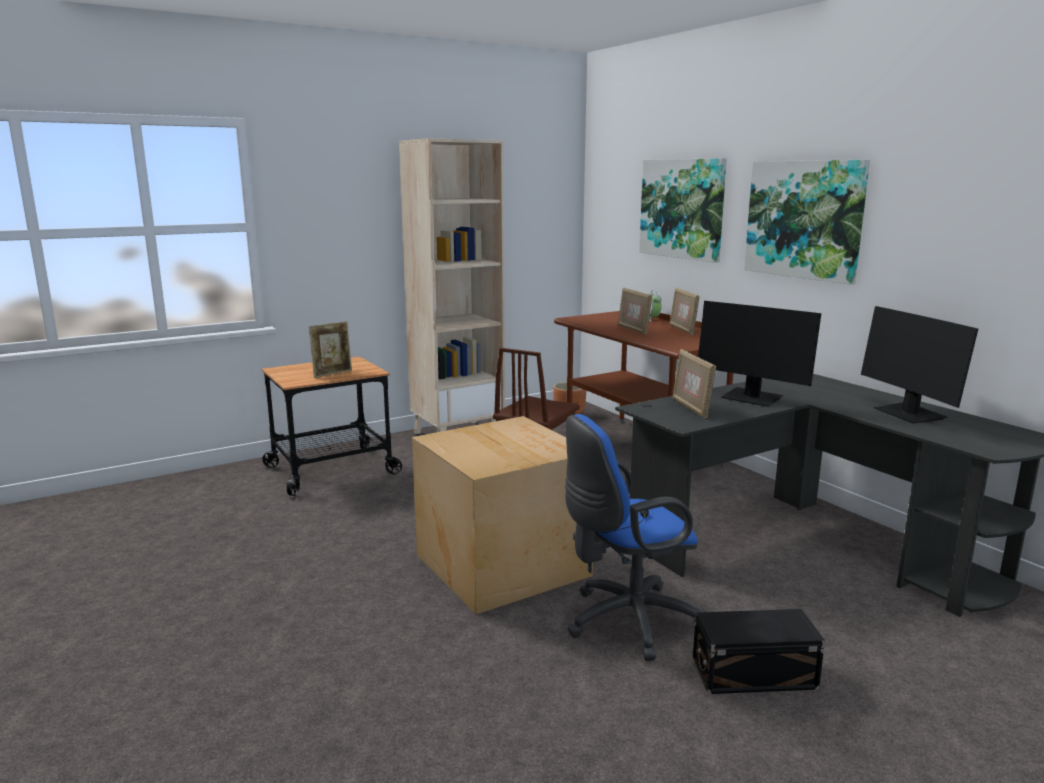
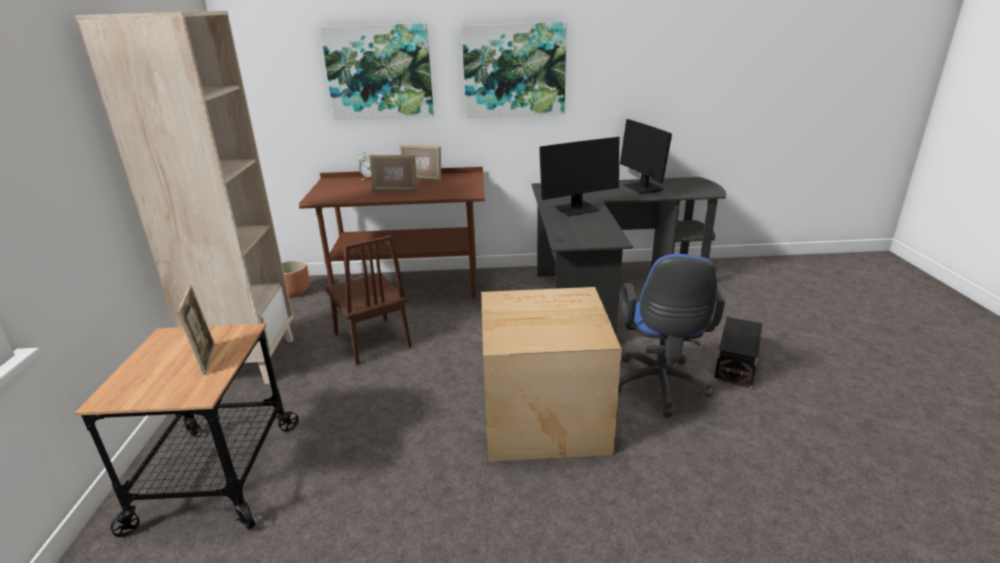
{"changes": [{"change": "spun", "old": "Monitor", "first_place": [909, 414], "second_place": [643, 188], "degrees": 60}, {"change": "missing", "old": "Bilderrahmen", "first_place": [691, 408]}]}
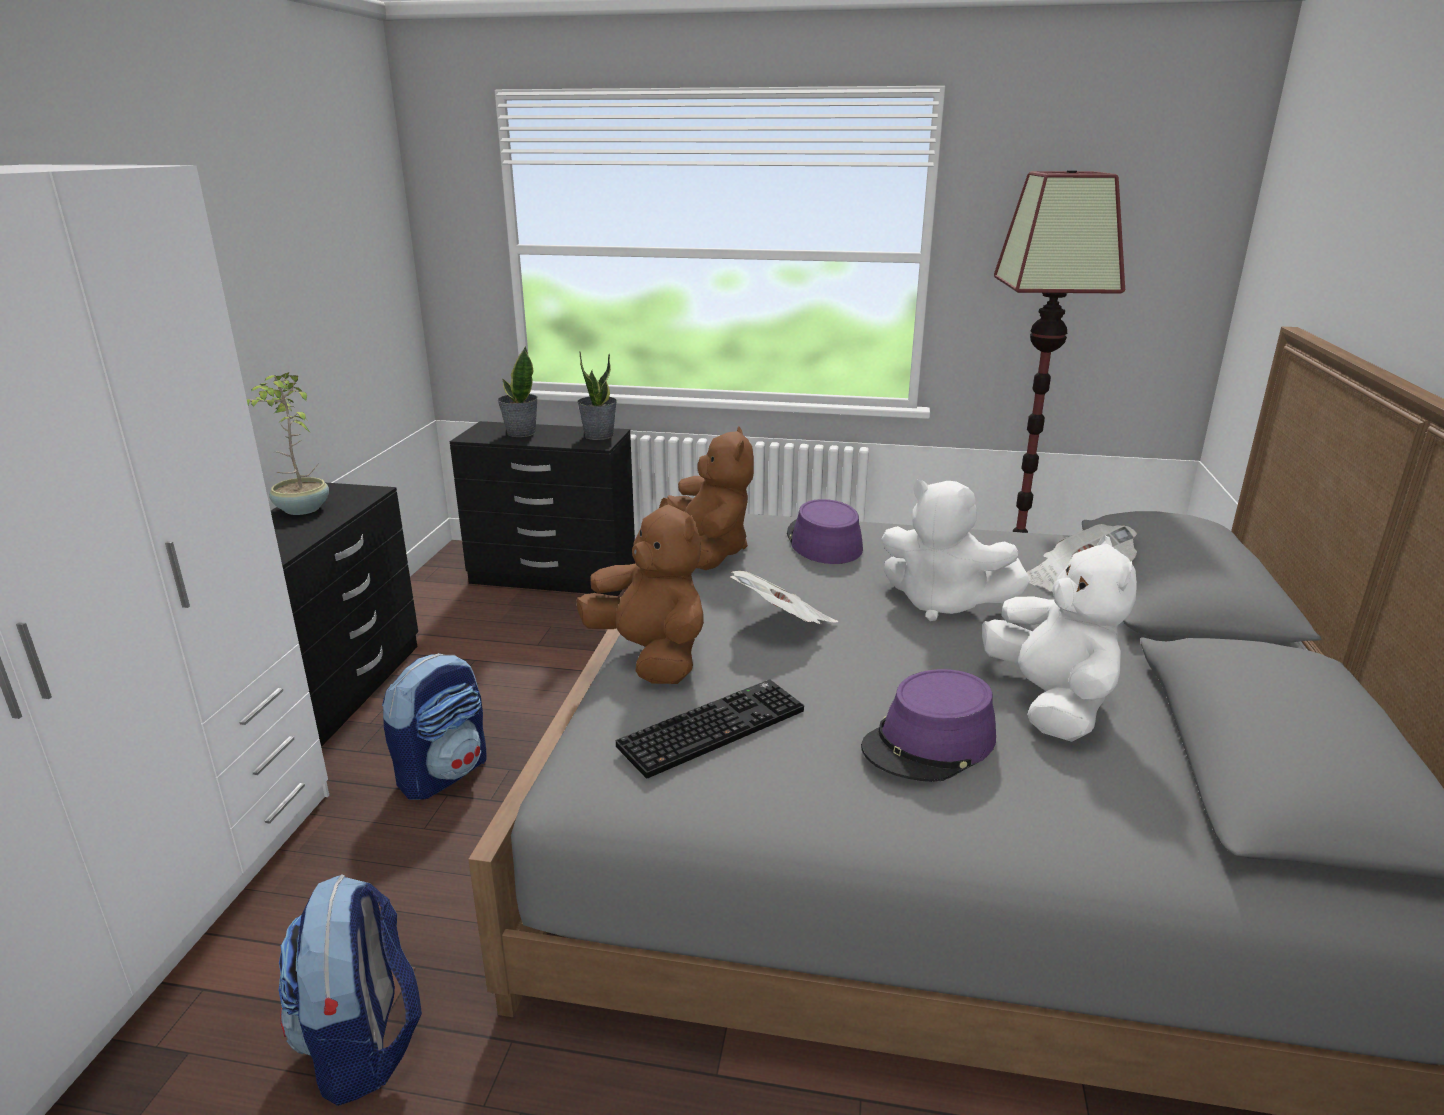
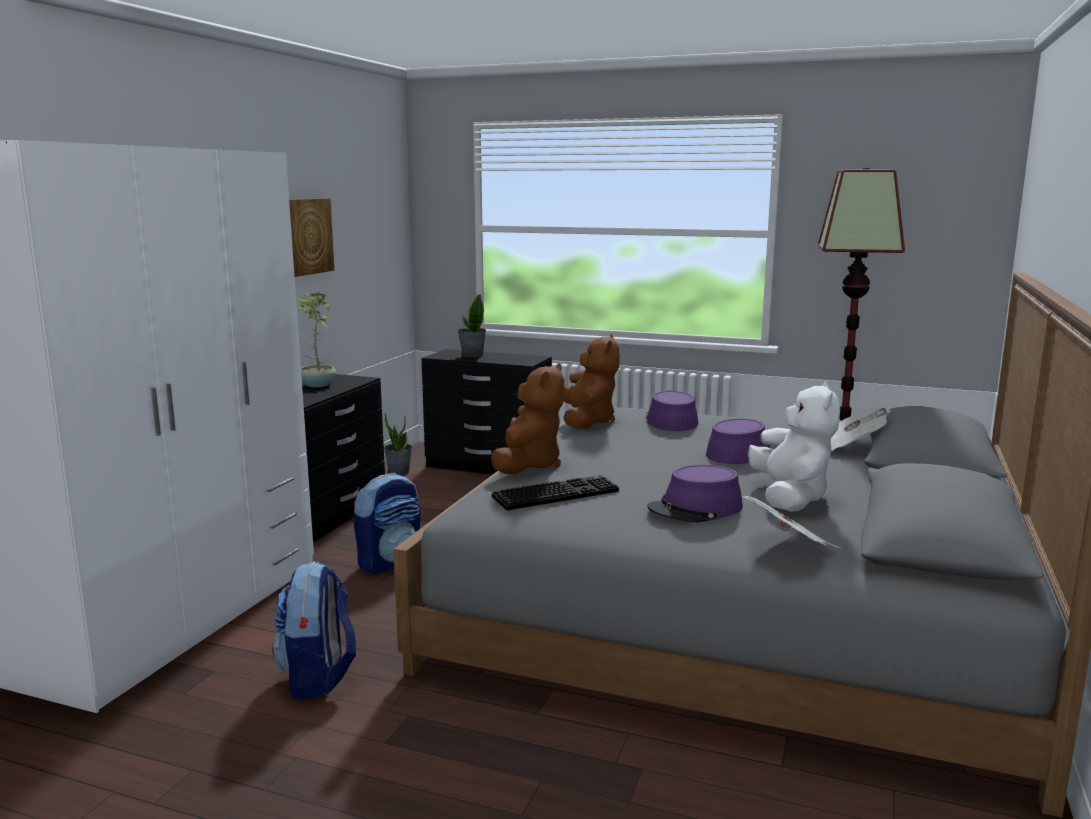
{"changes": [{"change": "relocated", "old": "Topfpflanze", "first_place": [598, 435], "second_place": [398, 471]}, {"change": "exchanged", "old": "Plüschtier (weiß)", "new": "Hut (lila)", "first_place": [942, 604], "second_place": [741, 452]}, {"change": "spun", "old": "Plüschtier (braun)", "first_place": [651, 656], "second_place": [528, 465], "degrees": 45}, {"change": "relocated", "old": "Zeitung", "first_place": [783, 624], "second_place": [789, 546]}, {"change": "appeared", "new": "Bild", "second_place": [305, 236]}]}
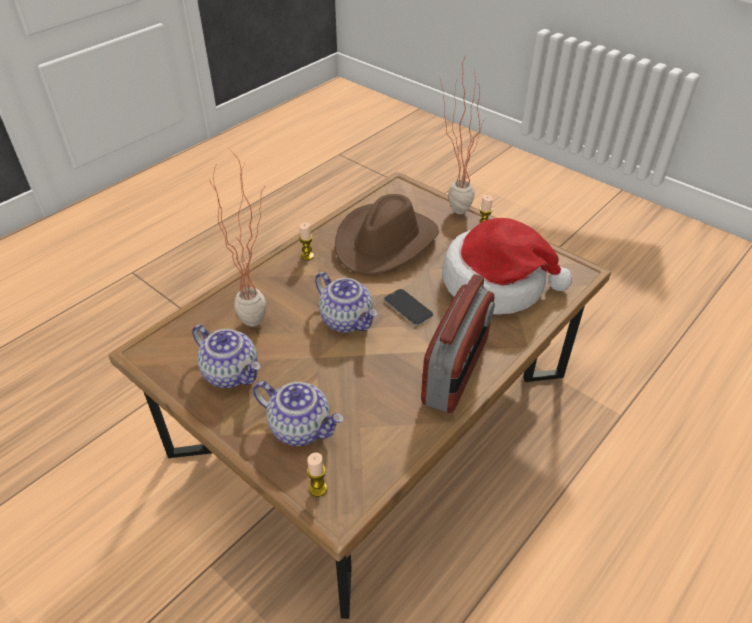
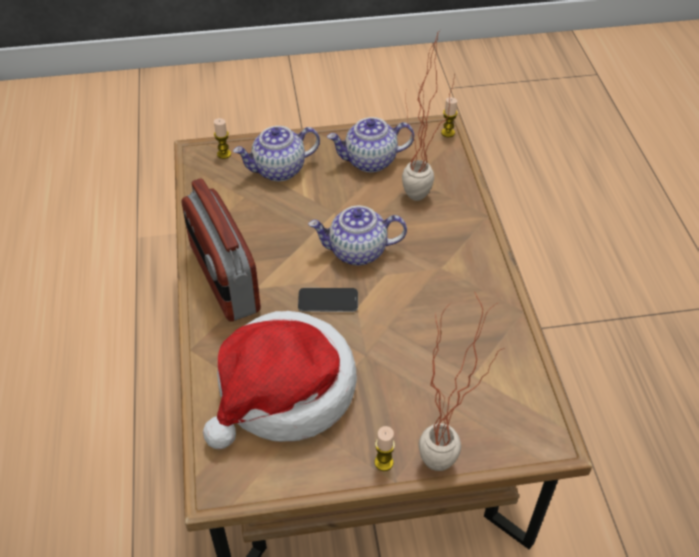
{"changes": [{"change": "missing", "old": "Hut (braun)", "first_place": [386, 242]}, {"change": "relocated", "old": "Kerze", "first_place": [307, 256], "second_place": [448, 133]}]}
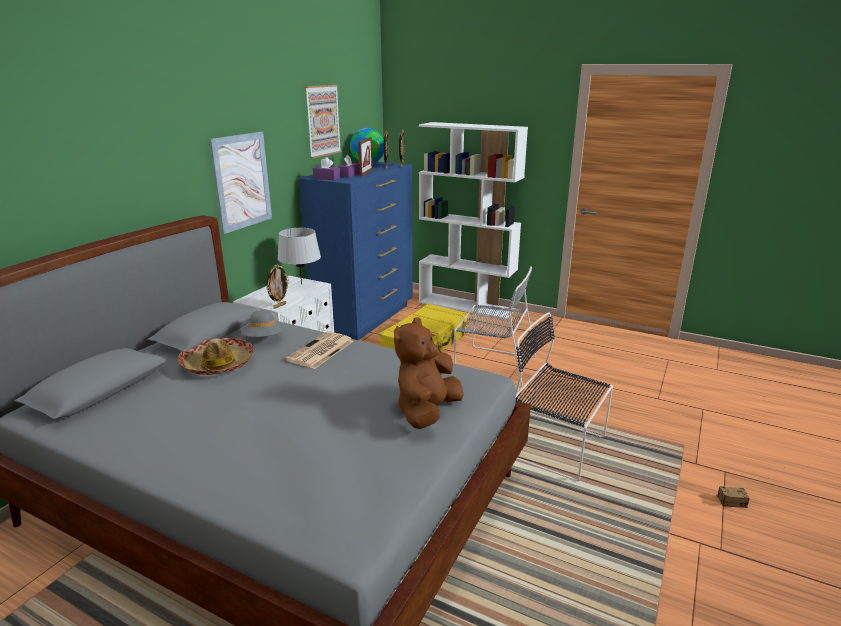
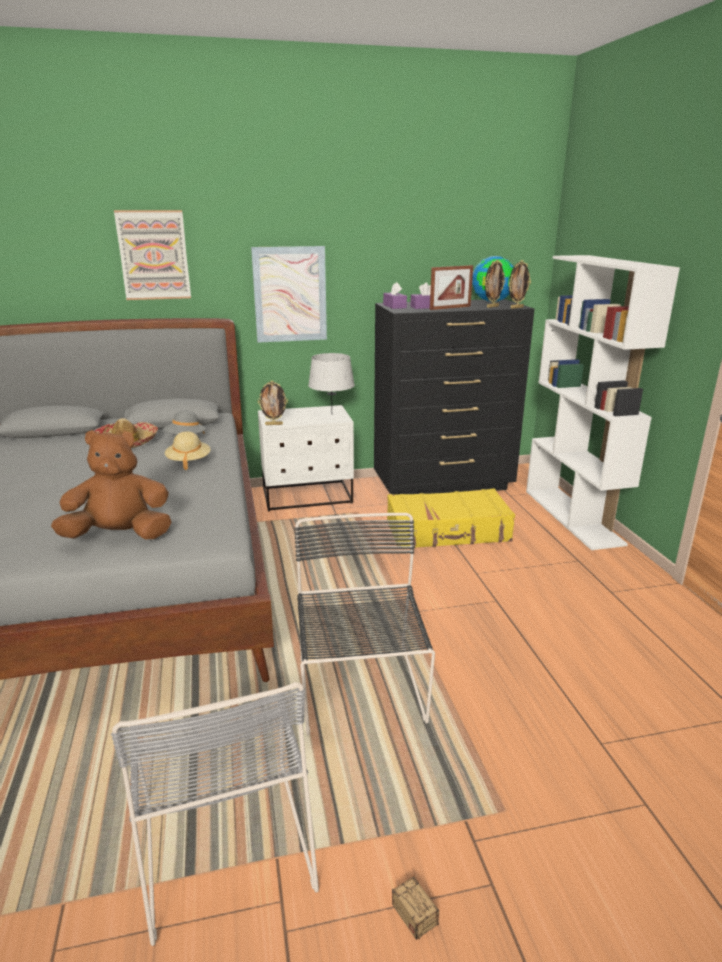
{"changes": [{"change": "relocated", "old": "Bild", "first_place": [322, 120], "second_place": [154, 255]}, {"change": "colour", "old": "Kommode (blau)", "new": "Kommode (schwarz)", "first_place": [366, 317], "second_place": [444, 484]}, {"change": "relocated", "old": "Stuhl (grau)", "first_place": [492, 365], "second_place": [225, 838]}, {"change": "exchanged", "old": "Zeitung", "new": "Hut (beige)", "first_place": [320, 351], "second_place": [188, 461]}]}
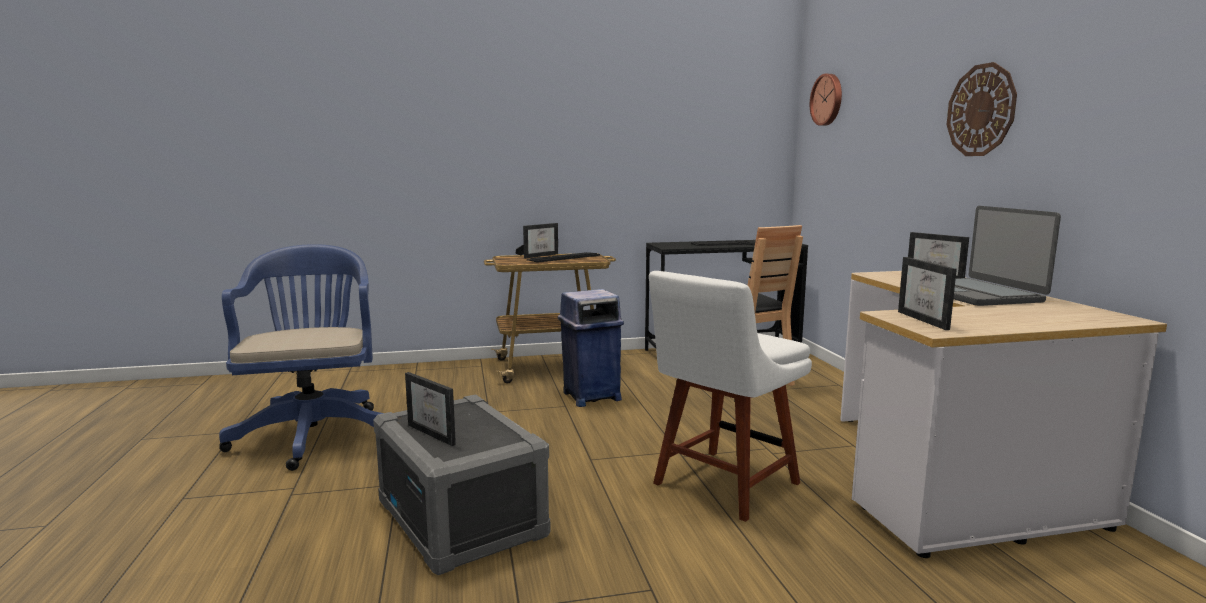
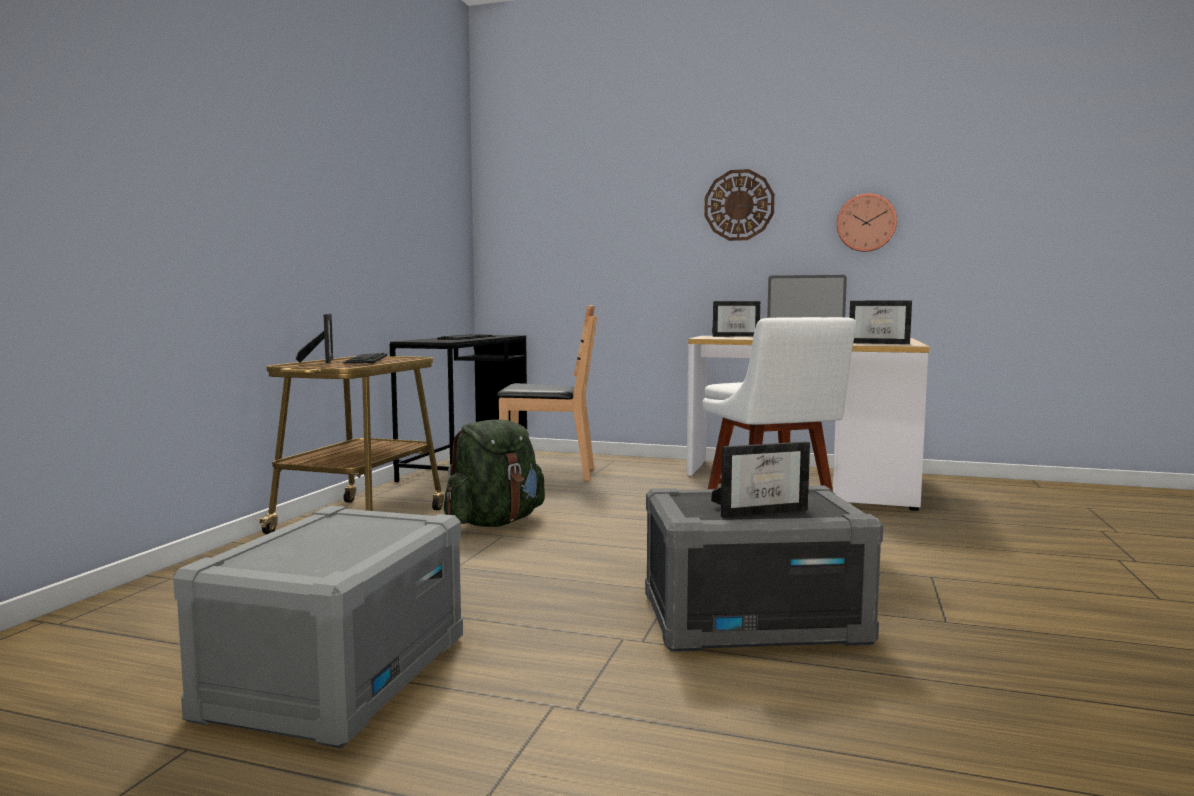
{"changes": [{"change": "relocated", "old": "Wanduhr", "first_place": [827, 99], "second_place": [866, 223]}, {"change": "exchanged", "old": "Bürostuhl (blau)", "new": "Aufbewahrungsbox (grau)", "first_place": [314, 433], "second_place": [337, 675]}, {"change": "exchanged", "old": "Mülleimer (blau)", "new": "Rucksack (grün)", "first_place": [590, 396], "second_place": [495, 522]}]}
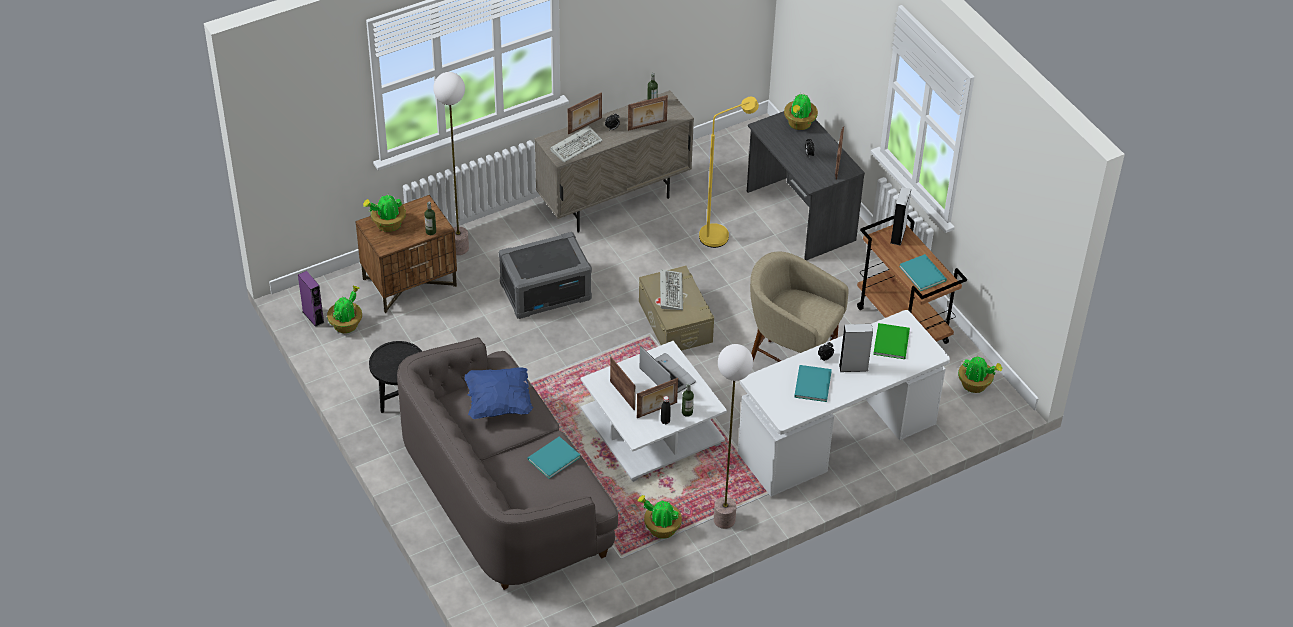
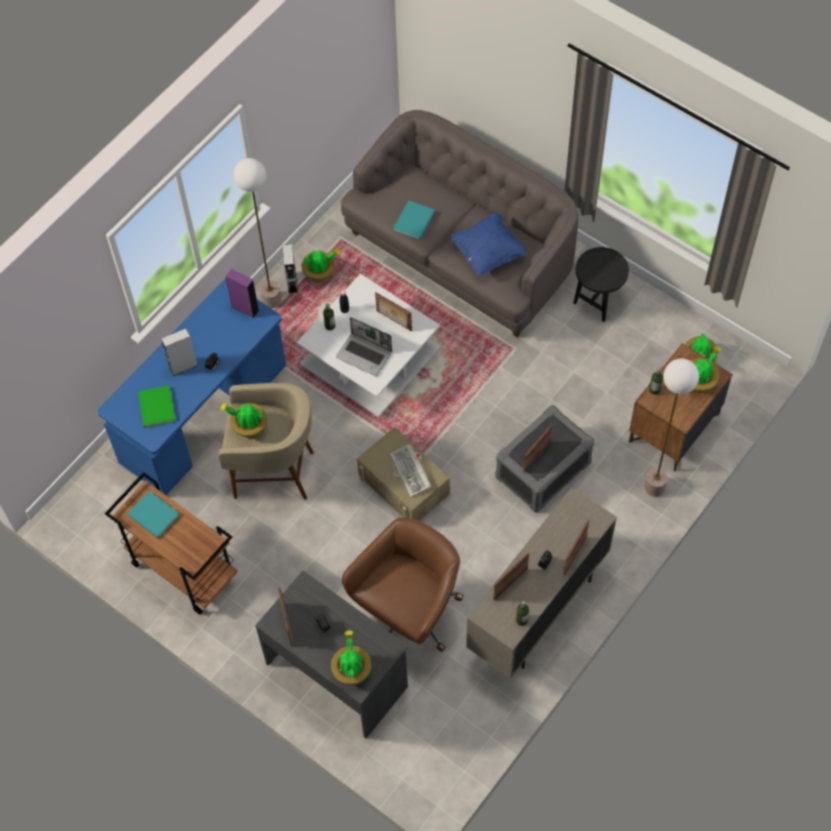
{"changes": [{"change": "exchanged", "old": "Stehlampe (gelb)", "new": "Bürostuhl (braun)", "first_place": [721, 234], "second_place": [408, 614]}, {"change": "missing", "old": "Tastatur", "first_place": [576, 145]}, {"change": "relocated", "old": "Lautsprecher (grau)", "first_place": [898, 235], "second_place": [292, 283]}, {"change": "relocated", "old": "Lautsprecher (lila)", "first_place": [313, 317], "second_place": [245, 308]}, {"change": "colour", "old": "Schreibtisch (weiß)", "new": "Schreibtisch (blau)", "first_place": [837, 440], "second_place": [203, 413]}, {"change": "relocated", "old": "Topfpflanze", "first_place": [975, 385], "second_place": [248, 427]}, {"change": "missing", "old": "Buch (türkis)", "first_place": [811, 385]}, {"change": "relocated", "old": "Bilderrahmen", "first_place": [657, 410], "second_place": [536, 456]}]}
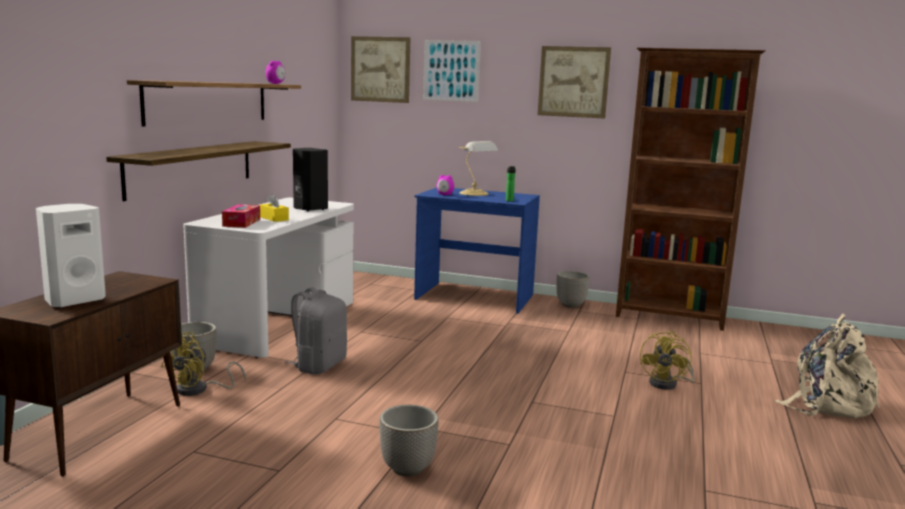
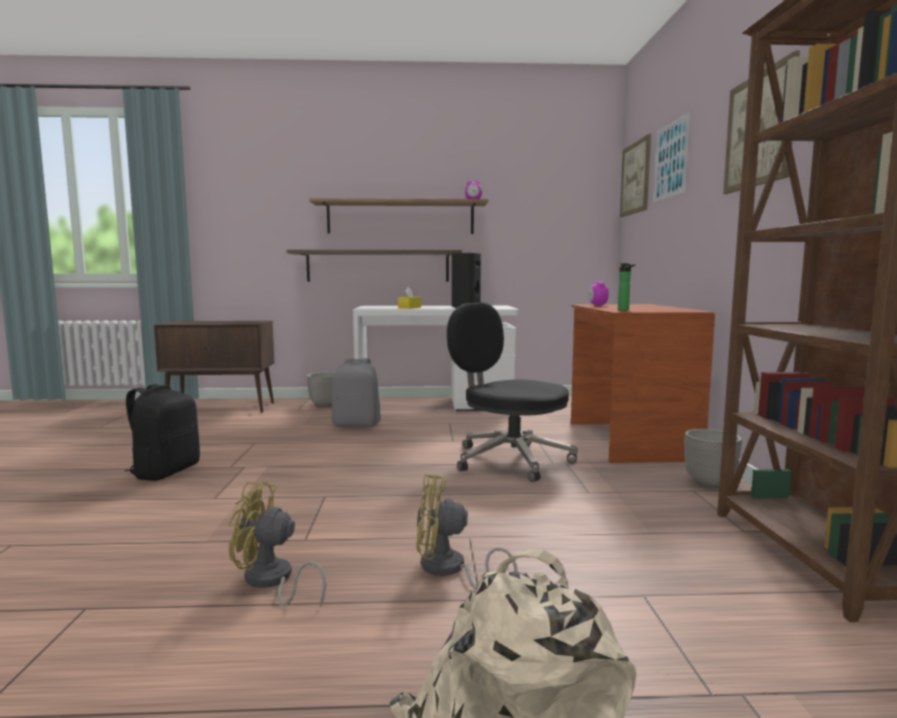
{"changes": [{"change": "missing", "old": "Tischlampe", "first_place": [475, 193]}, {"change": "colour", "old": "Schreibtisch (blau)", "new": "Schreibtisch (braun)", "first_place": [474, 297], "second_place": [628, 440]}, {"change": "missing", "old": "Lautsprecher (weiß)", "first_place": [73, 300]}, {"change": "missing", "old": "Taschentuchbox", "first_place": [241, 223]}, {"change": "relocated", "old": "Ventilator (gelb)", "first_place": [199, 390], "second_place": [271, 582]}, {"change": "exchanged", "old": "Pflanzkübel", "new": "Rucksack (schwarz)", "first_place": [407, 468], "second_place": [165, 472]}, {"change": "appeared", "new": "Bürostuhl (schwarz)", "second_place": [509, 459]}]}
